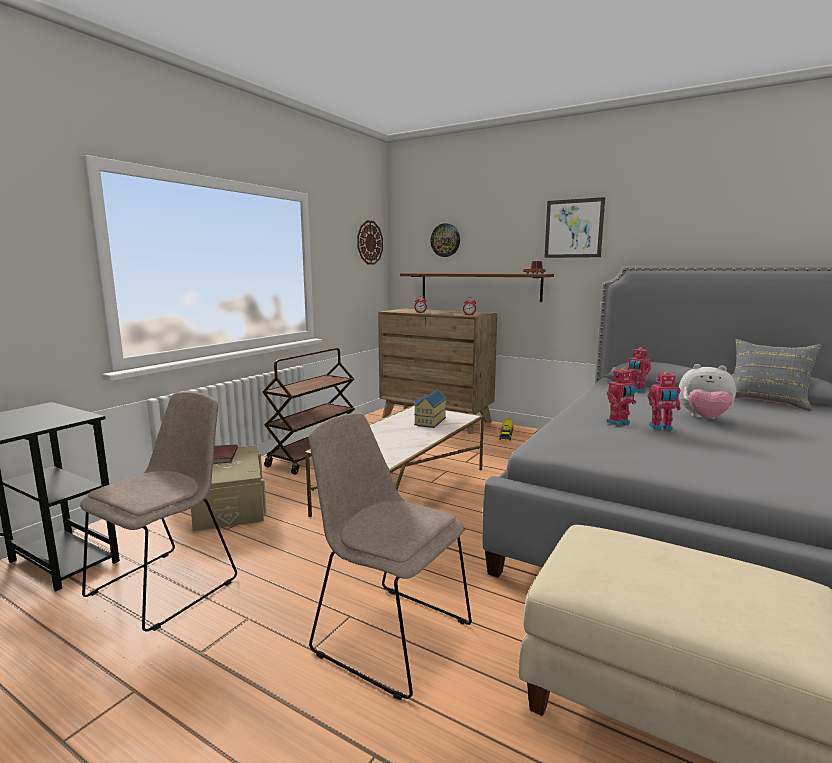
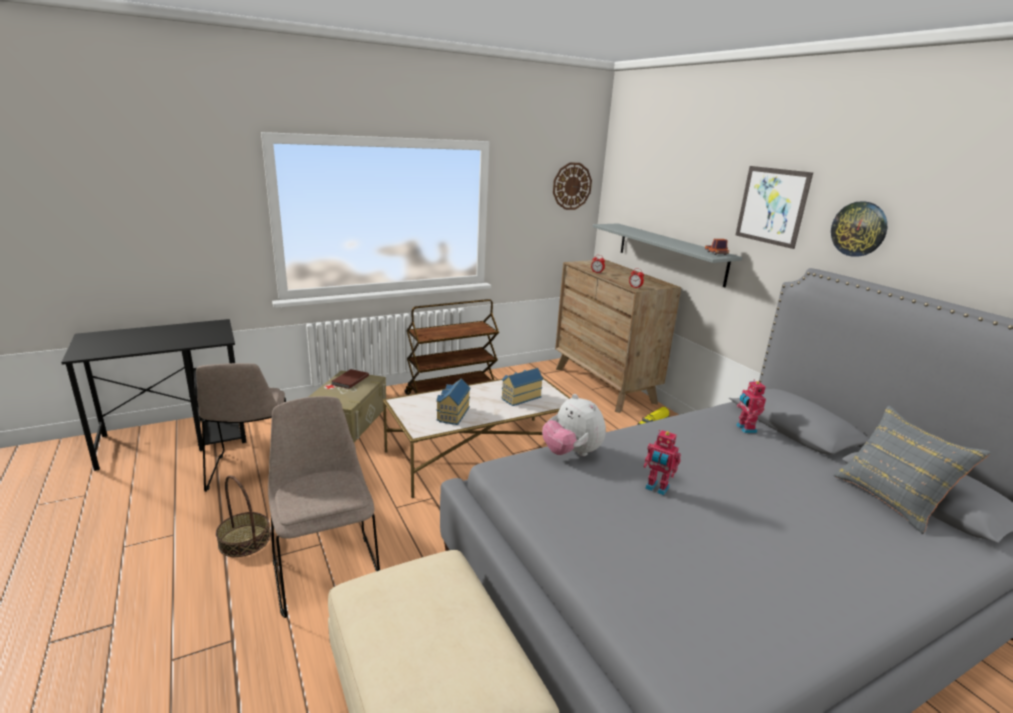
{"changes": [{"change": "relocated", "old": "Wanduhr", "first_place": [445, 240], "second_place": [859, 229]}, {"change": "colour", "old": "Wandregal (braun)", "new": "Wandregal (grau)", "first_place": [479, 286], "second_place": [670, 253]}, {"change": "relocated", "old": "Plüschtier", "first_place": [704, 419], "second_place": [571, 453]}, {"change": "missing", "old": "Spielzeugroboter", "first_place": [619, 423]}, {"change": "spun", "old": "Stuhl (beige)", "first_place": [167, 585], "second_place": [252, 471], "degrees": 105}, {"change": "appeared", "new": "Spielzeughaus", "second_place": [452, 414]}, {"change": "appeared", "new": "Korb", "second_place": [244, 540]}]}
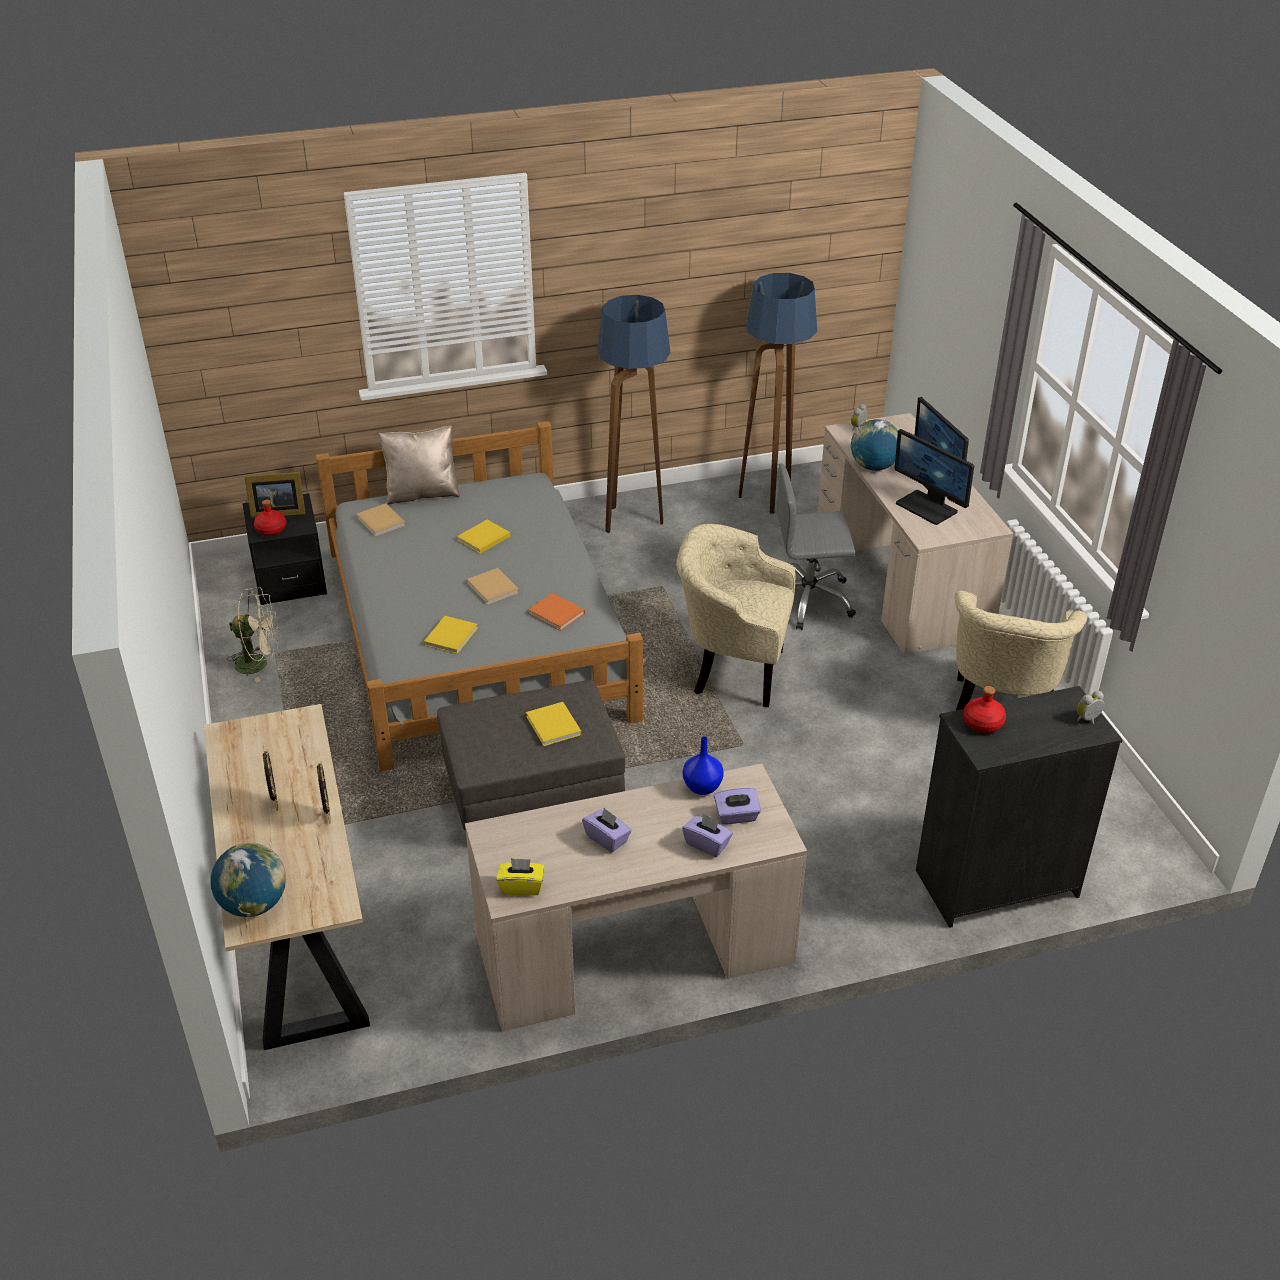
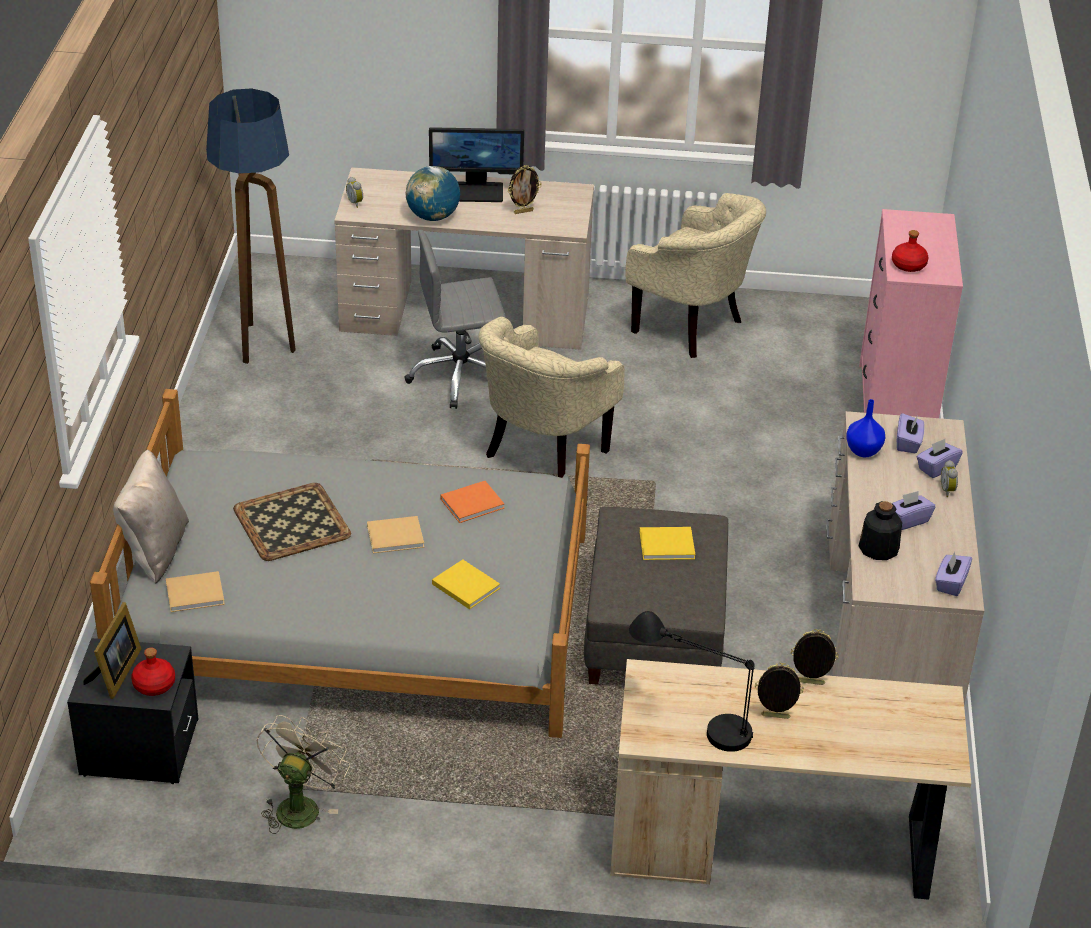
{"changes": [{"change": "missing", "old": "Stehlampe", "first_place": [633, 521]}, {"change": "exchanged", "old": "Monitor", "new": "Bilderrahmen", "first_place": [927, 507], "second_place": [523, 211]}, {"change": "spun", "old": "Bürostuhl (grau)", "first_place": [807, 600], "second_place": [460, 376], "degrees": 60}, {"change": "exchanged", "old": "Buch (gelb)", "new": "Tablett", "first_place": [482, 539], "second_place": [293, 523]}, {"change": "colour", "old": "Kommode (schwarz)", "new": "Kommode (rosa)", "first_place": [996, 883], "second_place": [894, 403]}, {"change": "relocated", "old": "Wecker", "first_place": [1088, 720], "second_place": [948, 490]}, {"change": "missing", "old": "Globus", "first_place": [254, 905]}, {"change": "colour", "old": "Taschentuchbox (gelb)", "new": "Taschentuchbox (lila)", "first_place": [521, 886], "second_place": [950, 583]}, {"change": "appeared", "new": "Flasche", "second_place": [878, 548]}, {"change": "appeared", "new": "Tischlampe (schwarz)", "second_place": [691, 721]}]}
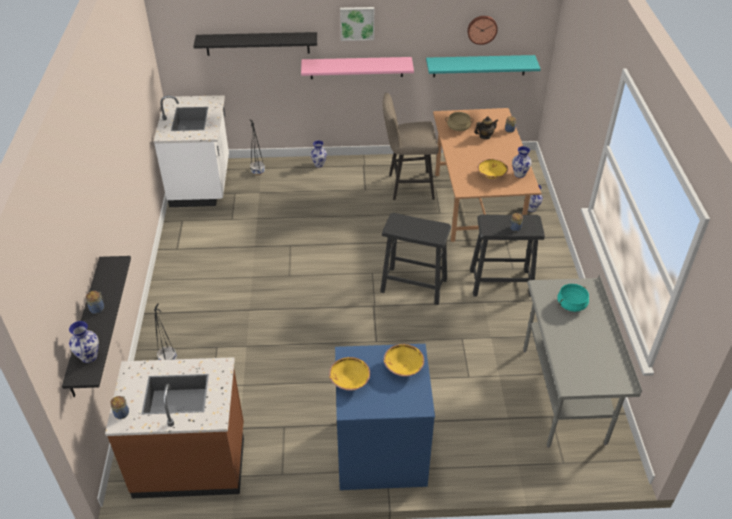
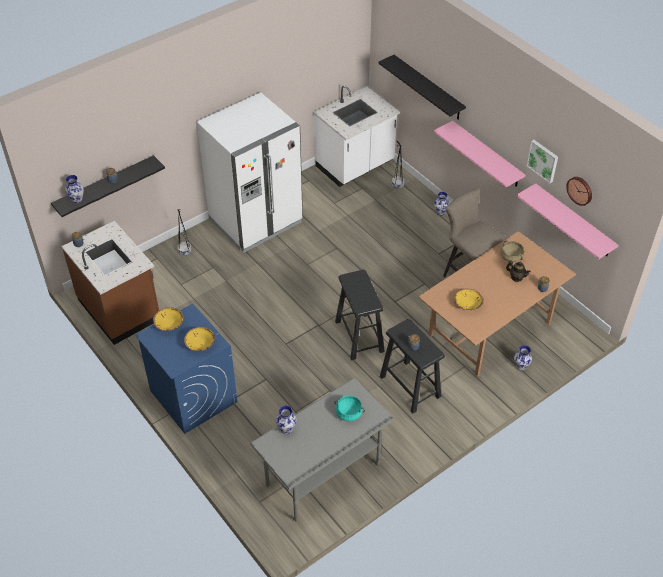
{"changes": [{"change": "relocated", "old": "Bild", "first_place": [357, 23], "second_place": [543, 160]}, {"change": "colour", "old": "Wandregal (türkis)", "new": "Wandregal (rosa)", "first_place": [479, 66], "second_place": [574, 221]}, {"change": "relocated", "old": "Vase", "first_place": [519, 174], "second_place": [286, 429]}, {"change": "appeared", "new": "Kühlschrank (weiß)", "second_place": [256, 221]}]}
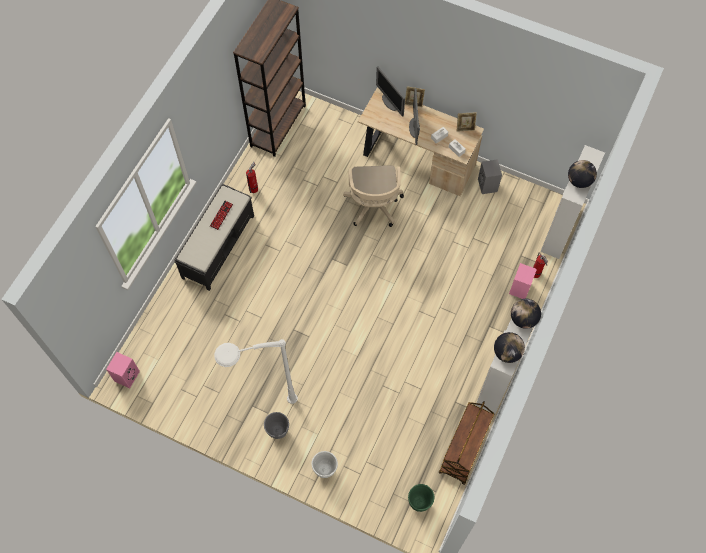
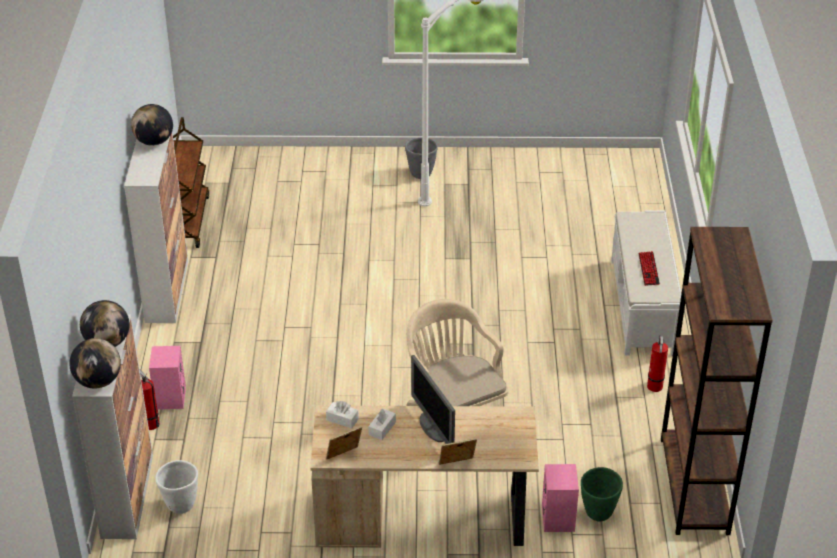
{"changes": [{"change": "missing", "old": "Monitor", "first_place": [389, 102]}, {"change": "missing", "old": "Lautsprecher (grau)", "first_place": [488, 185]}, {"change": "colour", "old": "Bank (schwarz)", "new": "Bank (weiß)", "first_place": [218, 246], "second_place": [642, 307]}, {"change": "relocated", "old": "Globus", "first_place": [523, 319], "second_place": [98, 381]}, {"change": "relocated", "old": "Lautsprecher (rosa)", "first_place": [127, 375], "second_place": [559, 519]}, {"change": "relocated", "old": "Pflanzkübel (weiß)", "first_place": [325, 470], "second_place": [180, 505]}, {"change": "relocated", "old": "Pflanzkübel (grün)", "first_place": [419, 503], "second_place": [598, 513]}]}
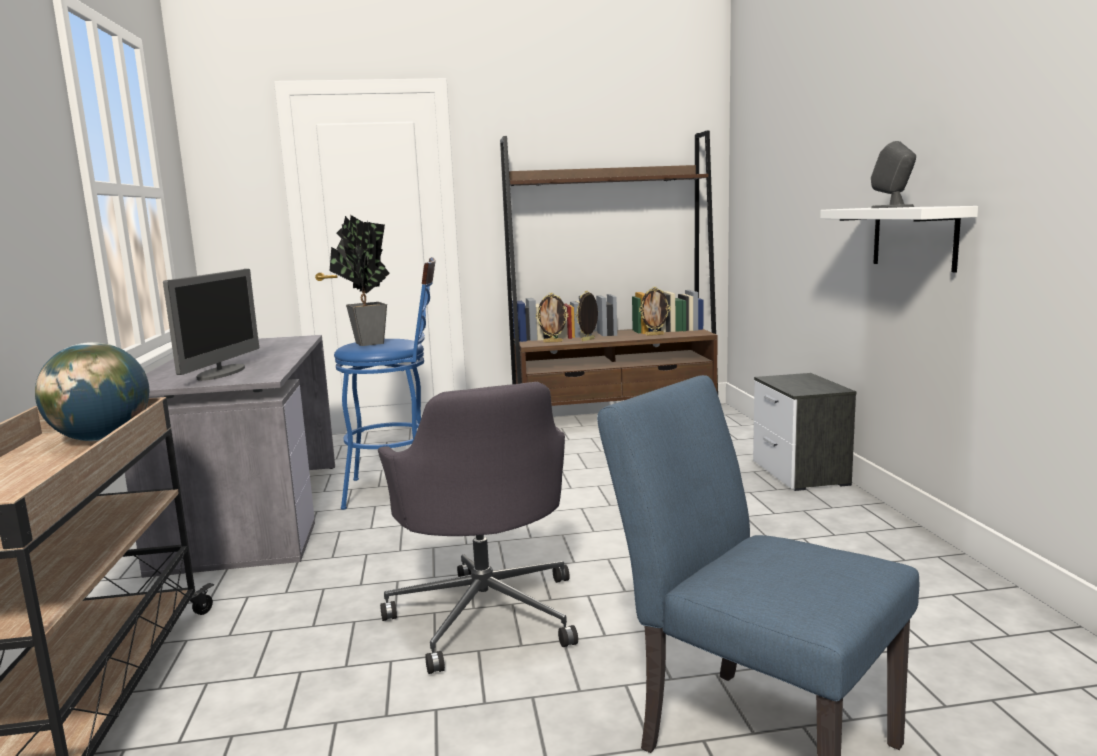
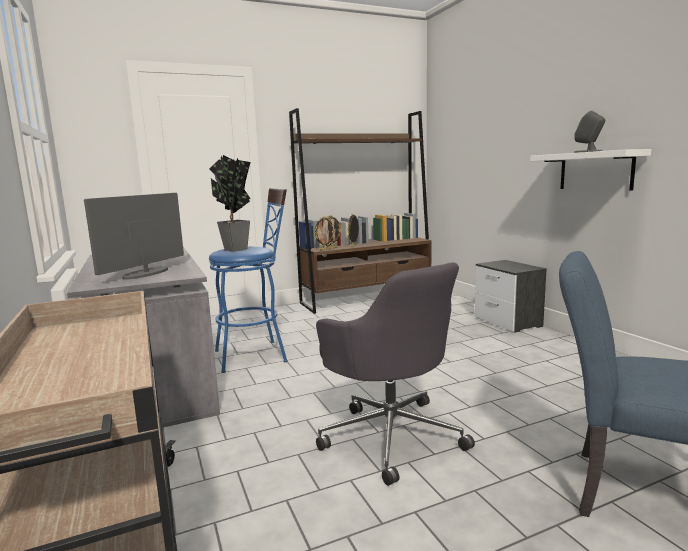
{"changes": [{"change": "spun", "old": "Monitor", "first_place": [222, 373], "second_place": [145, 273], "degrees": -150}, {"change": "relocated", "old": "Bilderrahmen", "first_place": [654, 335], "second_place": [325, 249]}, {"change": "missing", "old": "Globus", "first_place": [101, 438]}]}
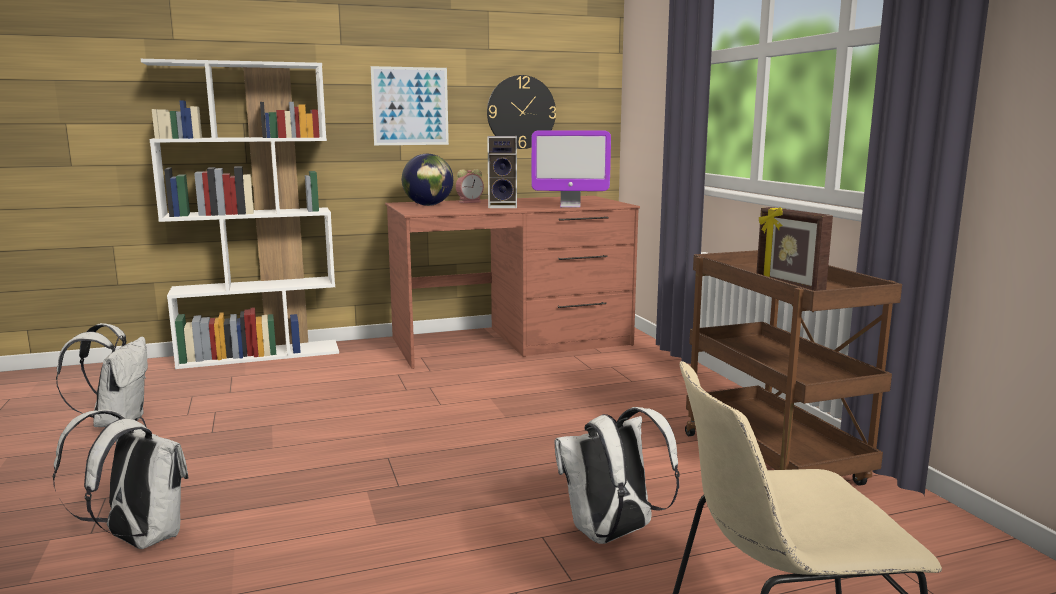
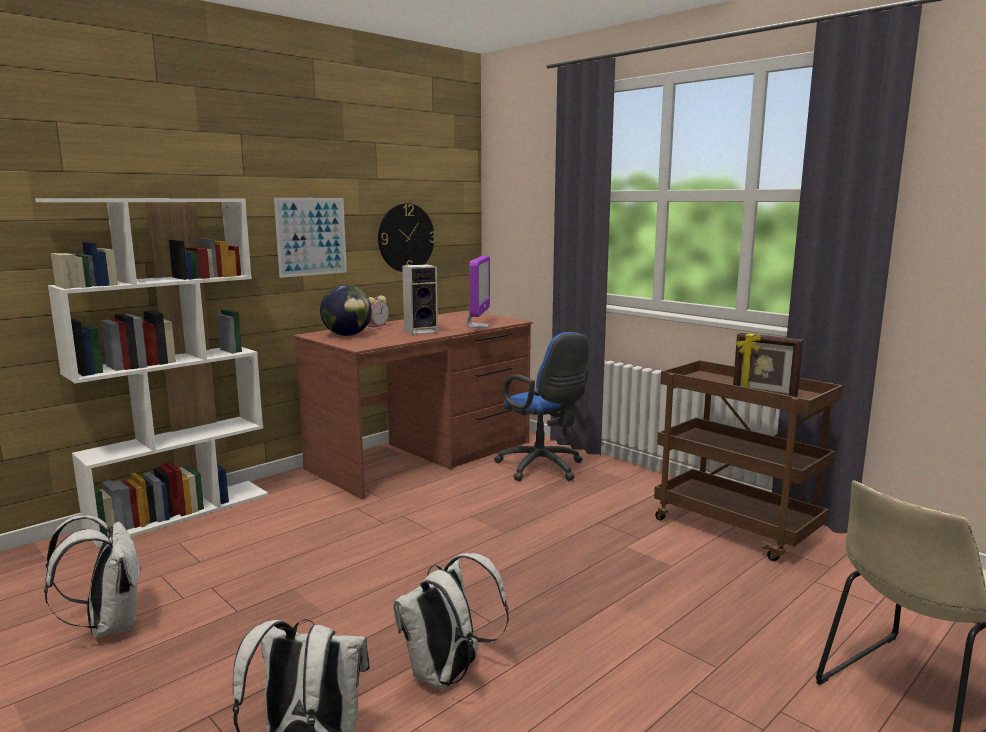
{"changes": [{"change": "spun", "old": "Monitor", "first_place": [570, 206], "second_place": [478, 326], "degrees": -60}, {"change": "relocated", "old": "Rucksack (weiß)", "first_place": [612, 535], "second_place": [447, 675]}, {"change": "appeared", "new": "Bürostuhl (blau)", "second_place": [543, 468]}]}
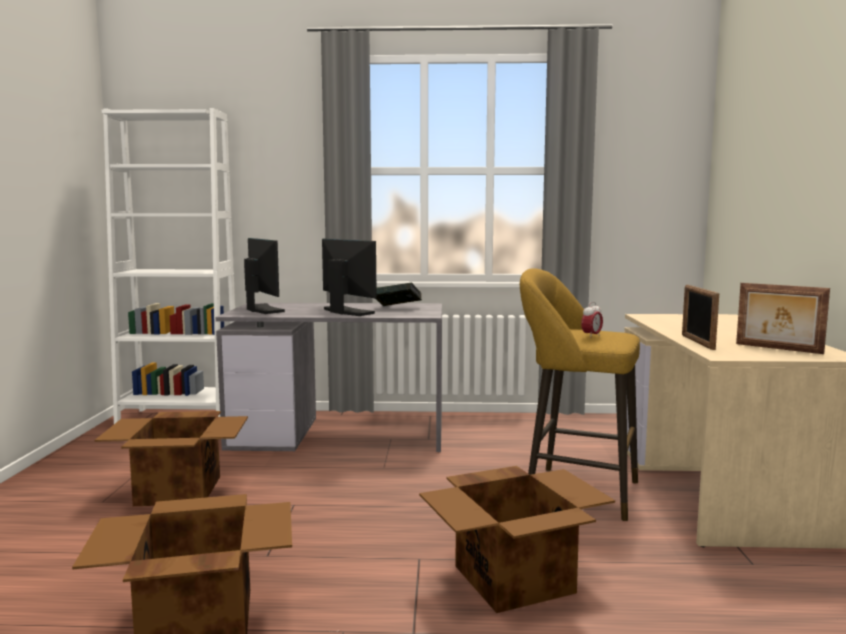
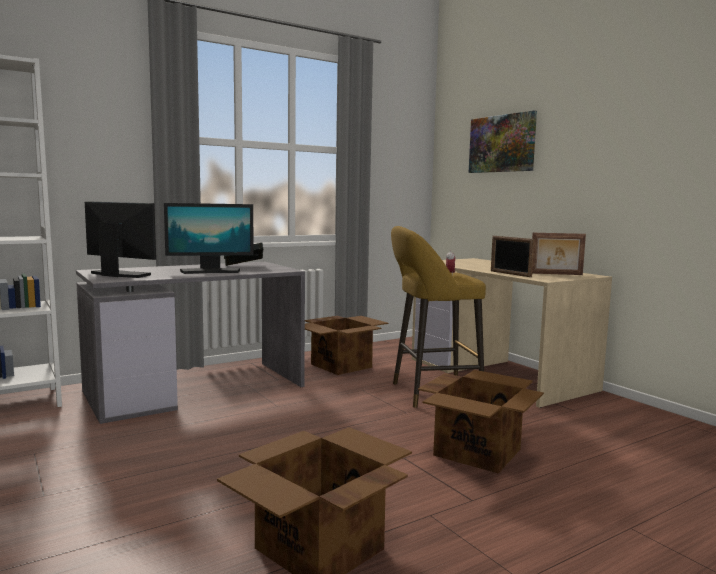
{"changes": [{"change": "spun", "old": "Monitor", "first_place": [347, 312], "second_place": [210, 271], "degrees": 150}, {"change": "relocated", "old": "Karton", "first_place": [180, 491], "second_place": [342, 365]}, {"change": "appeared", "new": "Bild", "second_place": [502, 143]}]}
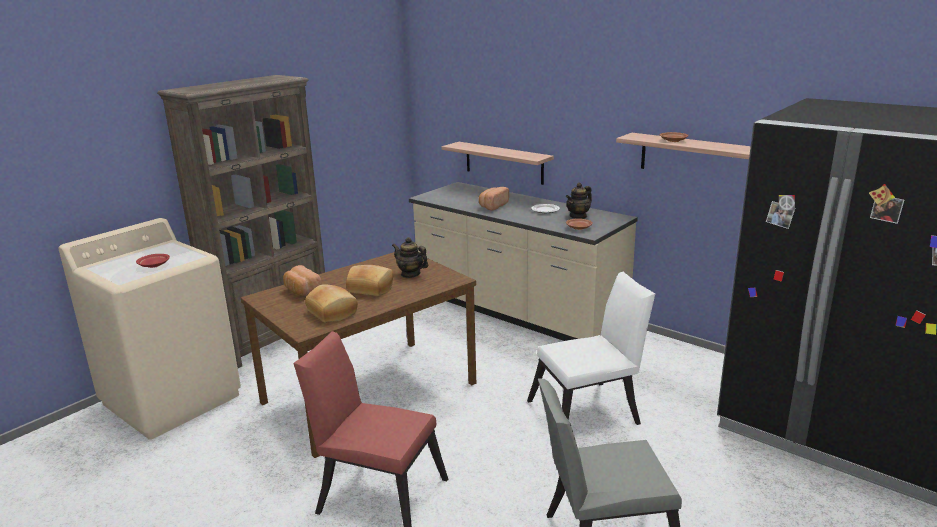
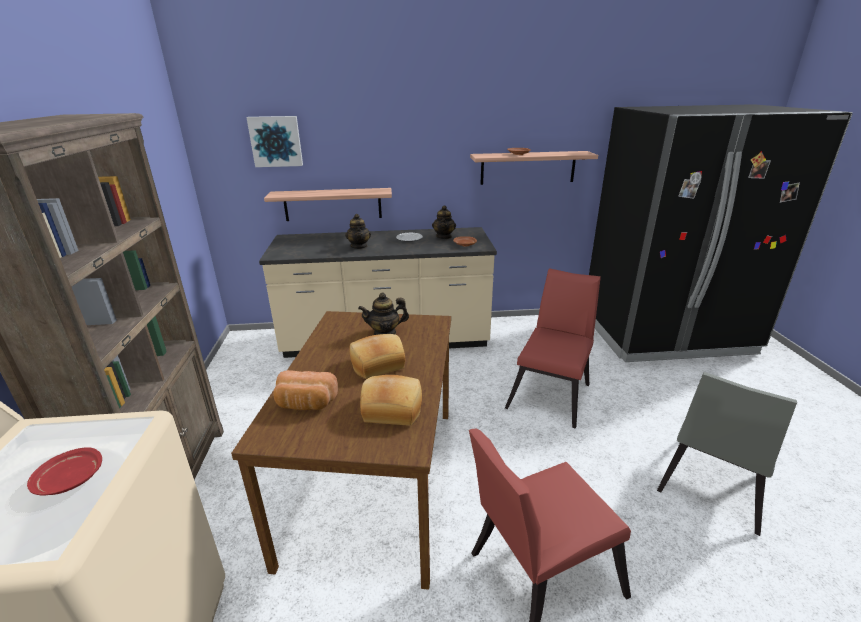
{"changes": [{"change": "exchanged", "old": "Brot", "new": "Teekanne", "first_place": [492, 206], "second_place": [359, 246]}, {"change": "colour", "old": "Stuhl (weiß)", "new": "Stuhl (rot)", "first_place": [590, 411], "second_place": [551, 392]}, {"change": "appeared", "new": "Bild", "second_place": [276, 141]}]}
